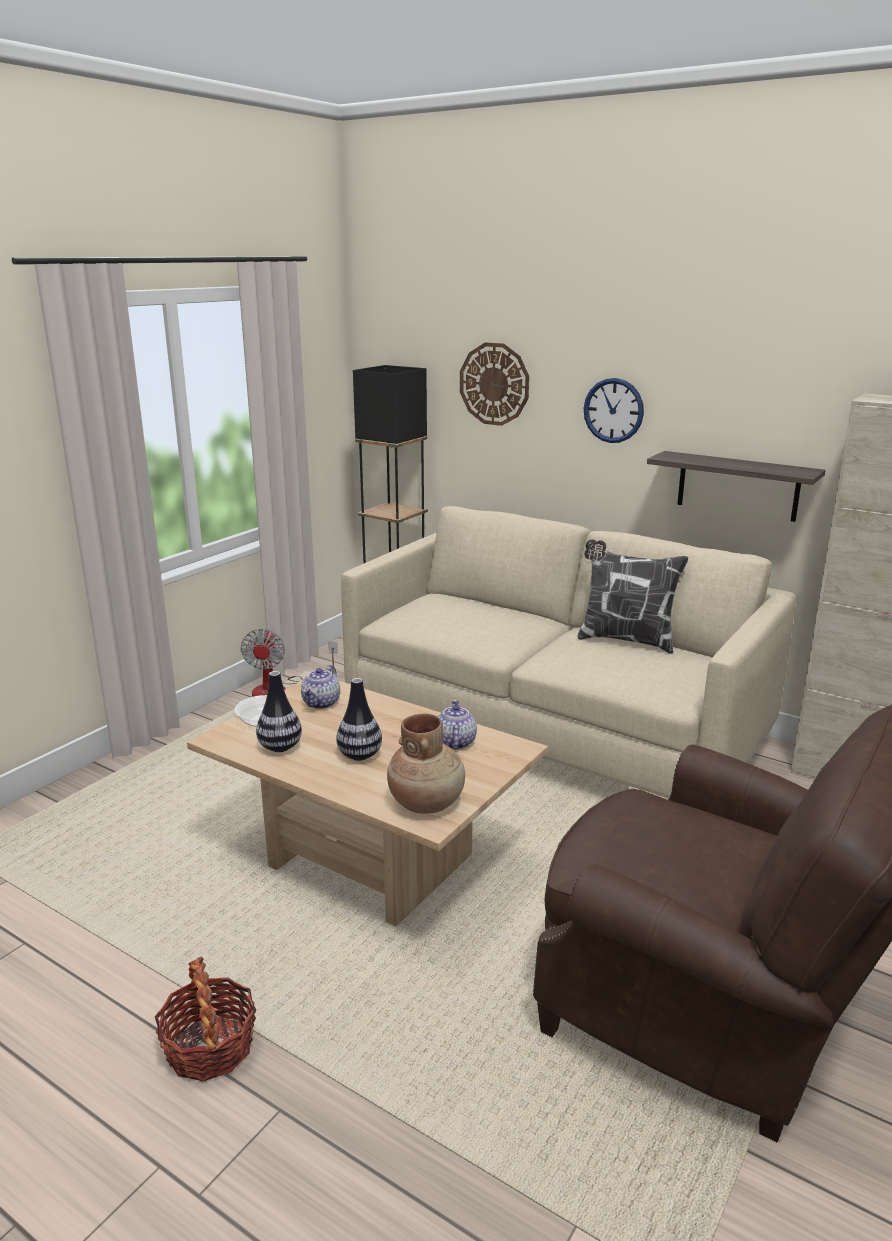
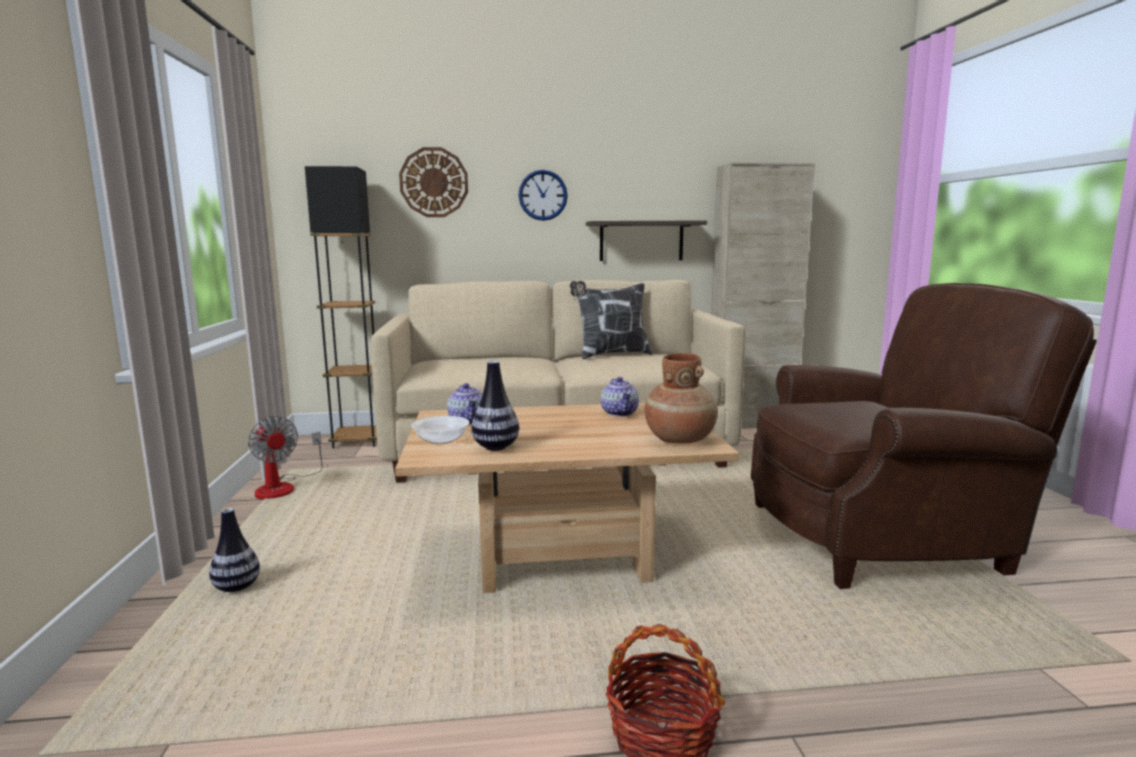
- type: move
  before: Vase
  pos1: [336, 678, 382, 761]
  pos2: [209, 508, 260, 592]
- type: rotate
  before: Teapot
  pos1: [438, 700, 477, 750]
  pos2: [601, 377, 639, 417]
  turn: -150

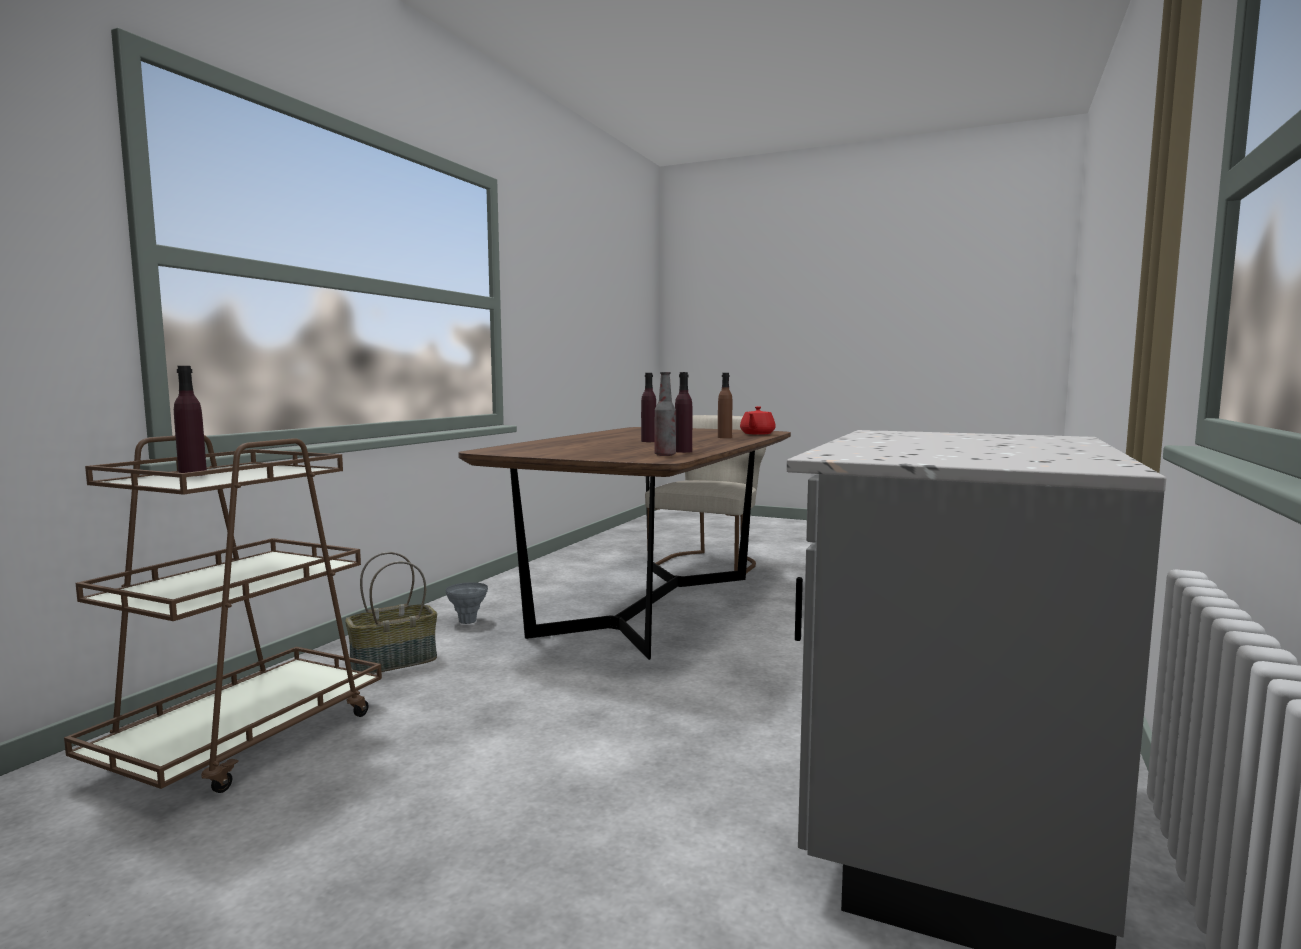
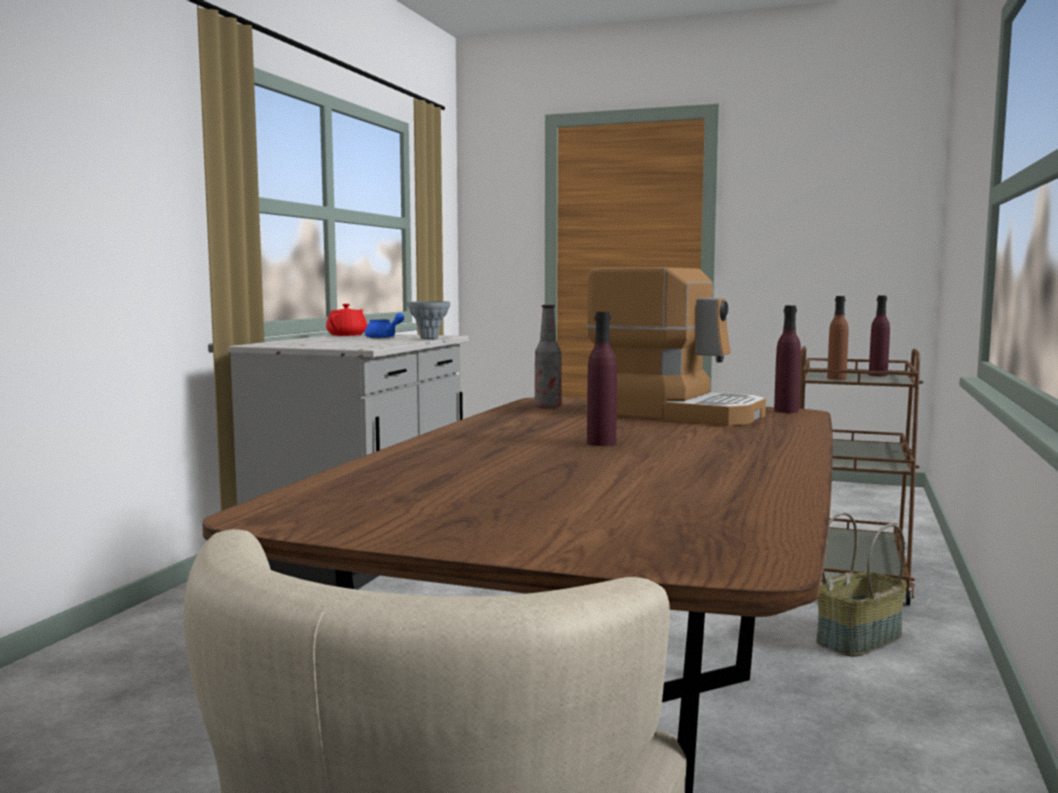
- type: move
  before: PurpleBottle
  pos1: [675, 372, 692, 453]
  pos2: [774, 305, 801, 413]
- type: move
  before: BrownBottle
  pos1: [718, 373, 732, 438]
  pos2: [827, 296, 848, 379]
- type: move
  before: RedTeapot
  pos1: [740, 406, 776, 435]
  pos2: [326, 304, 367, 336]
- type: move
  before: GreyVase
  pos1: [446, 582, 488, 624]
  pos2: [407, 301, 450, 339]
- type: insert
  after: CoffeeMachine
  pos2: [586, 267, 766, 426]
- type: insert
  after: BlueTeapot
  pos2: [365, 313, 404, 338]

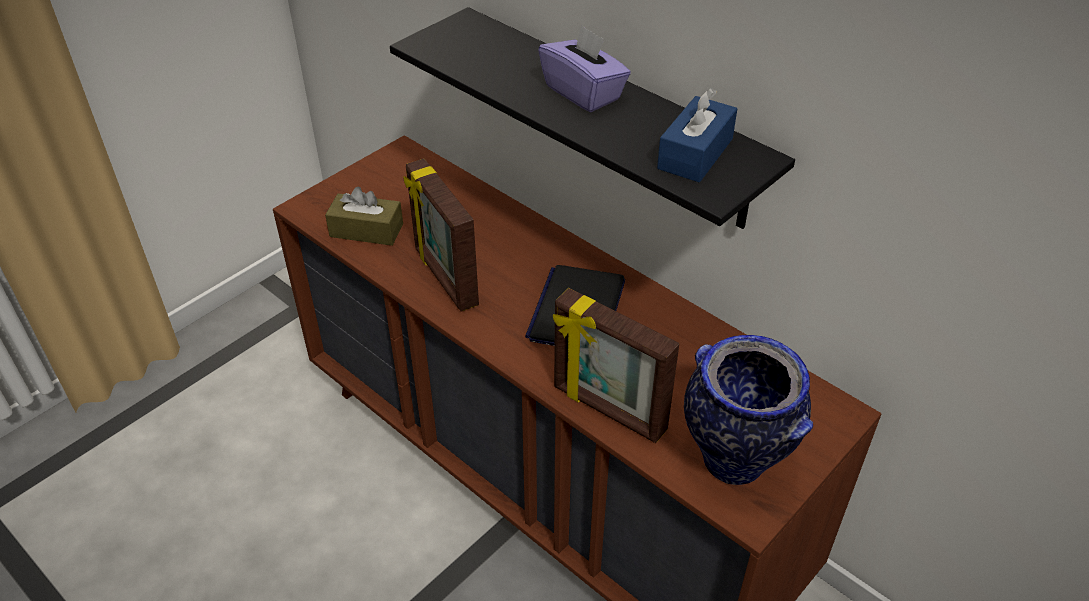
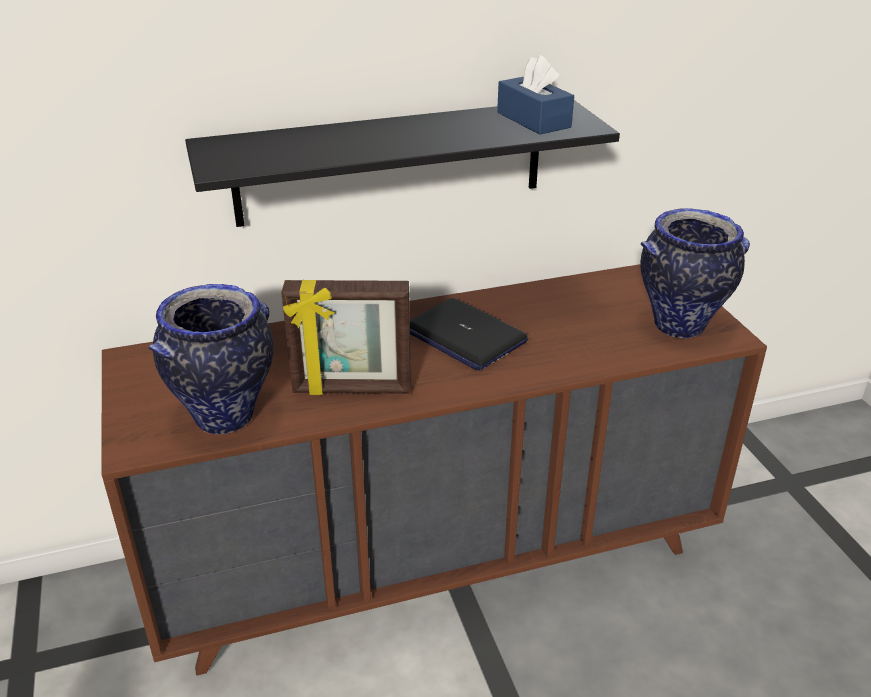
- type: delete
  before: PurpleTissueBox
  pos1: [538, 24, 631, 112]
- type: replace
  before: BrownTissueBox
  after: Vase
  pos1: [325, 187, 403, 246]
  pos2: [148, 284, 274, 434]
- type: delete
  before: PictureFrame
  pos1: [553, 288, 679, 443]

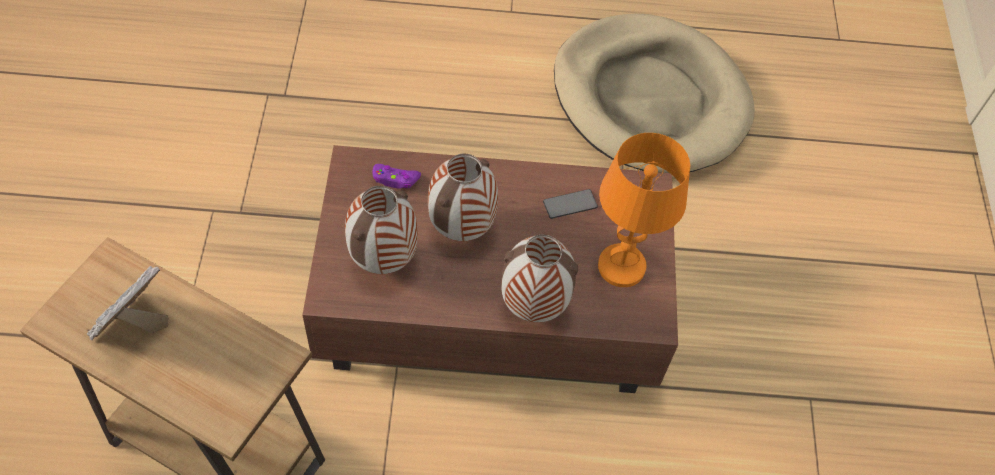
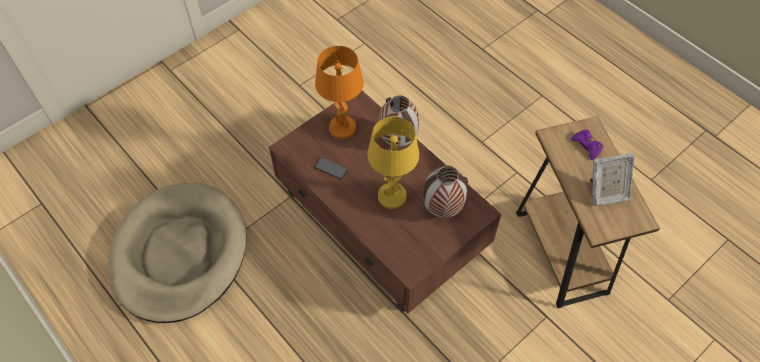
- type: replace
  before: Vase
  after: YellowTableLamp
  pos1: [428, 154, 498, 241]
  pos2: [367, 117, 419, 209]
- type: move
  before: PurpleGameController
  pos1: [373, 164, 421, 189]
  pos2: [571, 130, 604, 160]

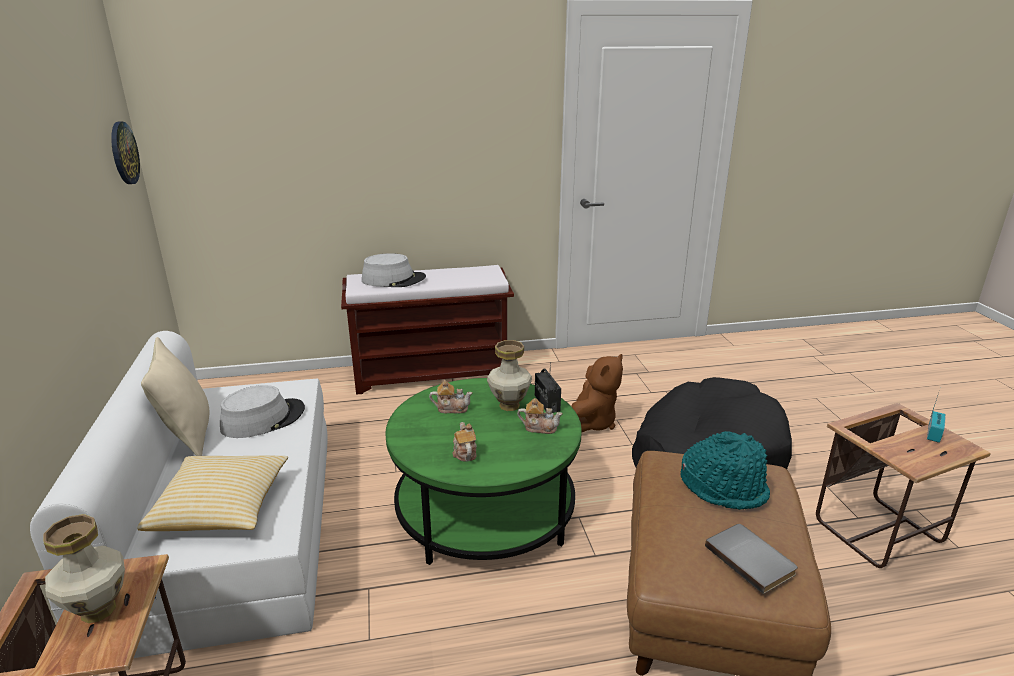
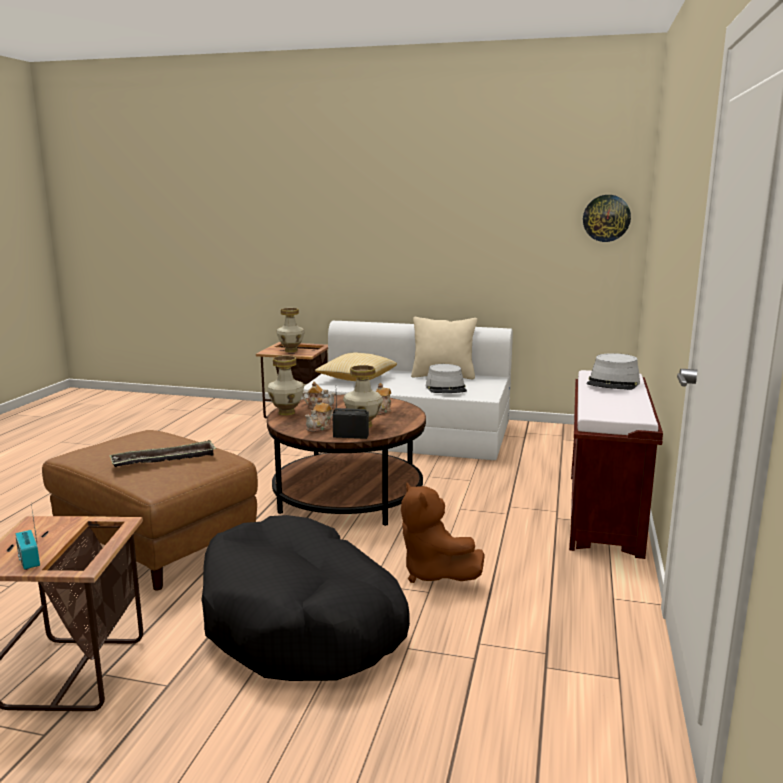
- type: recolor
  before: GreenCoffeeTable
  after: BrownCoffeeTable
  pos1: [385, 378, 582, 565]
  pos2: [267, 394, 426, 526]
- type: replace
  before: TurquoiseHat
  after: Tray
  pos1: [680, 431, 770, 510]
  pos2: [109, 440, 216, 467]
- type: delete
  before: GreyBook
  pos1: [705, 524, 798, 594]
- type: insert
  after: Vase
  pos2: [267, 356, 304, 416]

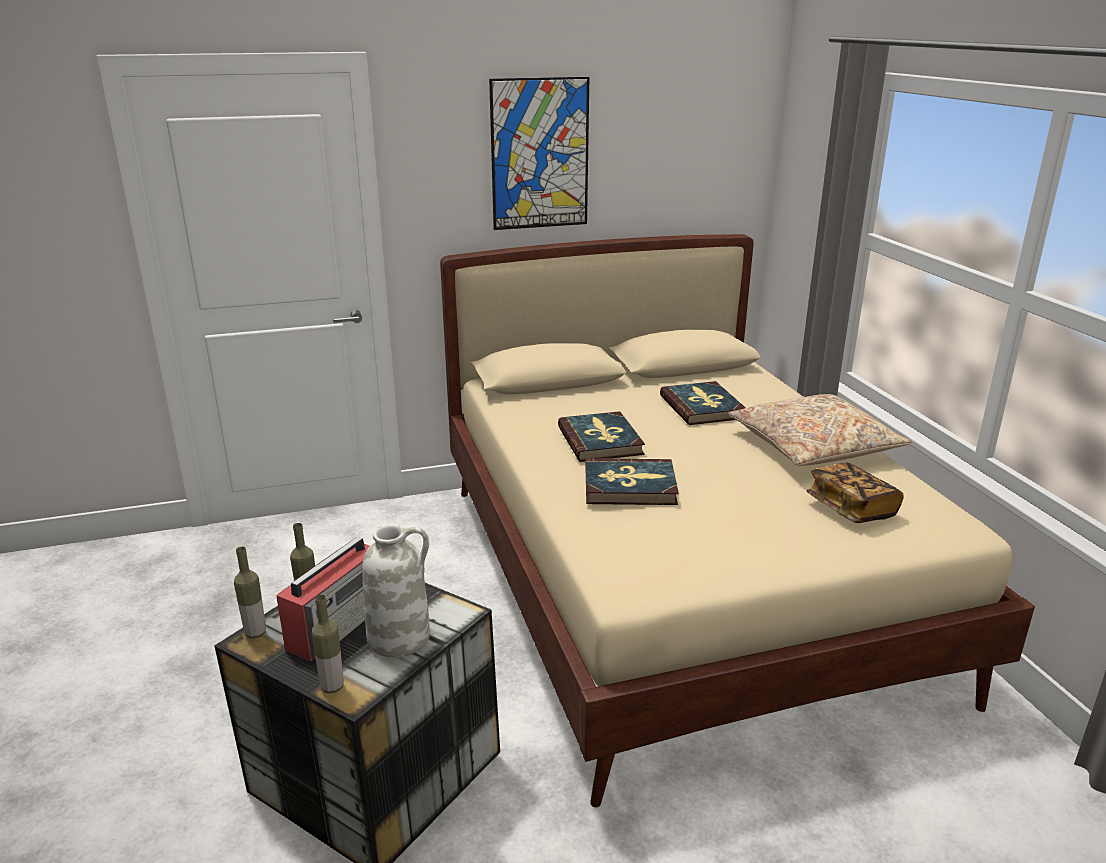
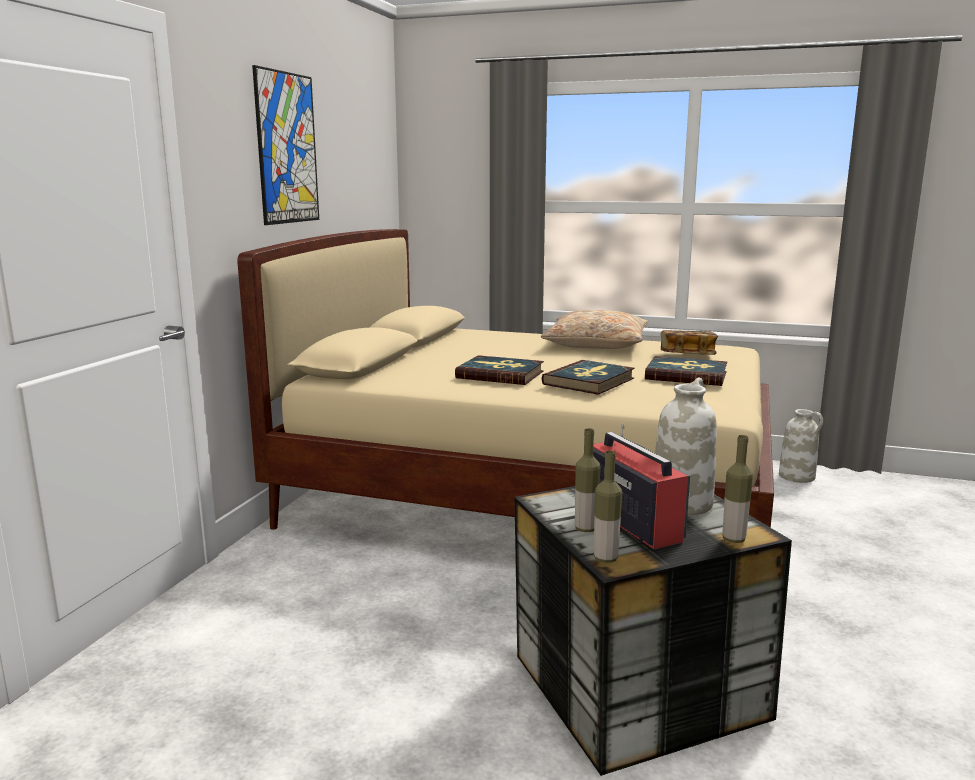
- type: move
  before: Book
  pos1: [660, 381, 746, 425]
  pos2: [645, 356, 727, 386]
- type: insert
  after: WhiteVase
  pos2: [779, 409, 823, 483]

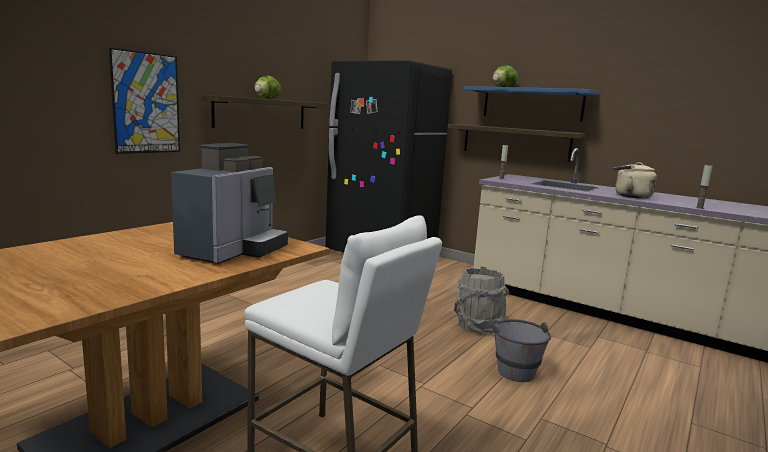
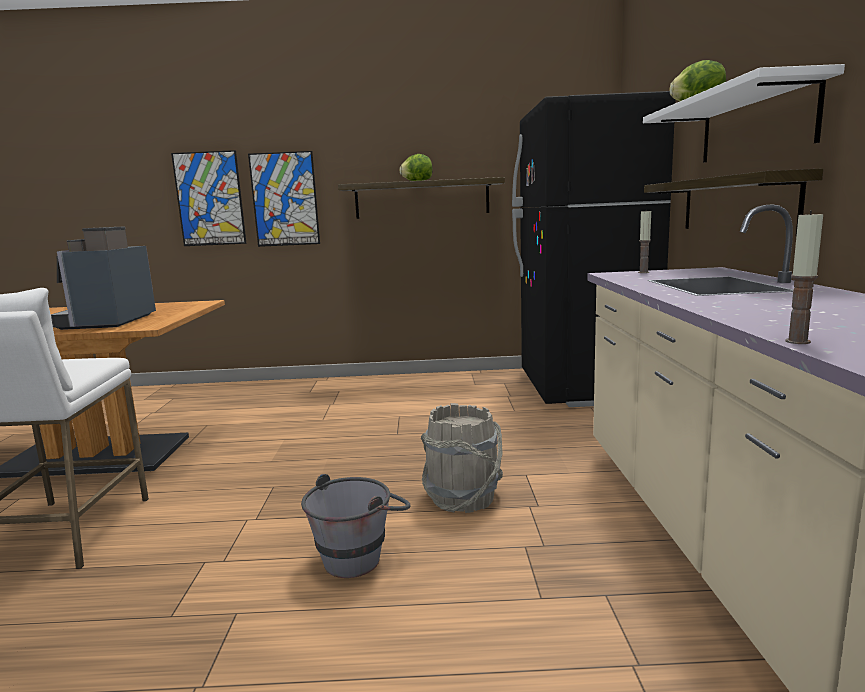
- type: recolor
  before: BlueShelf
  after: WhiteShelf
  pos1: [463, 86, 599, 122]
  pos2: [643, 64, 845, 163]
- type: rotate
  before: CoffeeMachine
  pos1: [171, 143, 288, 264]
  pos2: [51, 226, 156, 330]
  turn: 105
- type: delete
  before: BeigeKettle
  pos1: [613, 162, 657, 199]
- type: insert
  after: Picture
  pos2: [171, 150, 247, 246]

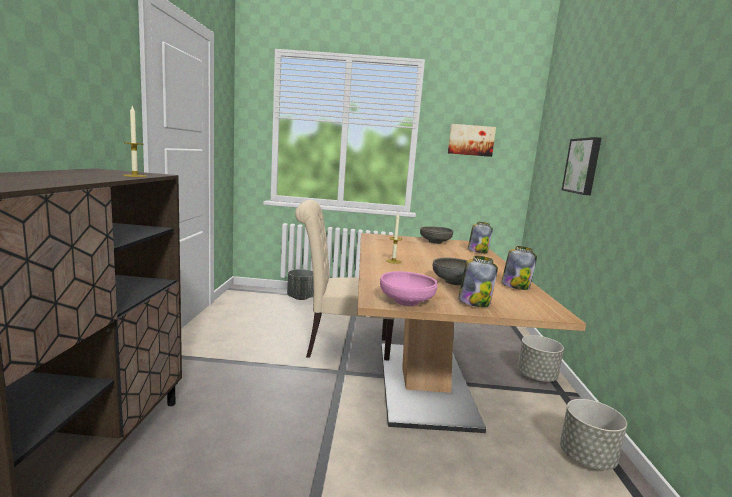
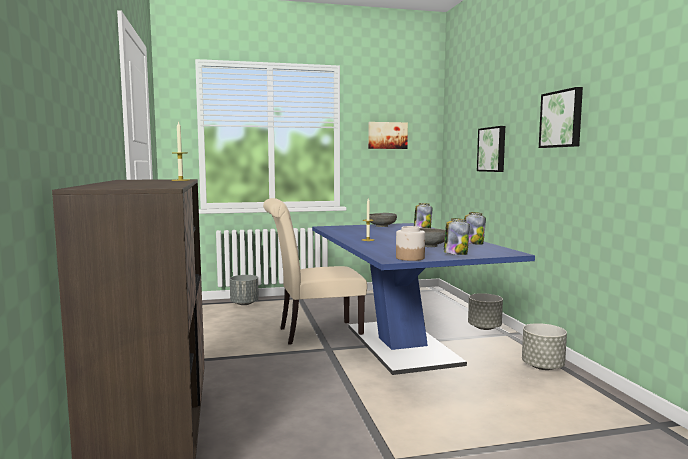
- type: recolor
  before: BrownDiningTable
  after: BlueDiningTable
  pos1: [357, 233, 586, 433]
  pos2: [312, 223, 535, 375]
- type: replace
  before: PinkBowl
  after: Jar
  pos1: [380, 271, 438, 306]
  pos2: [396, 226, 425, 261]
- type: insert
  after: Picture
  pos2: [539, 87, 583, 148]

